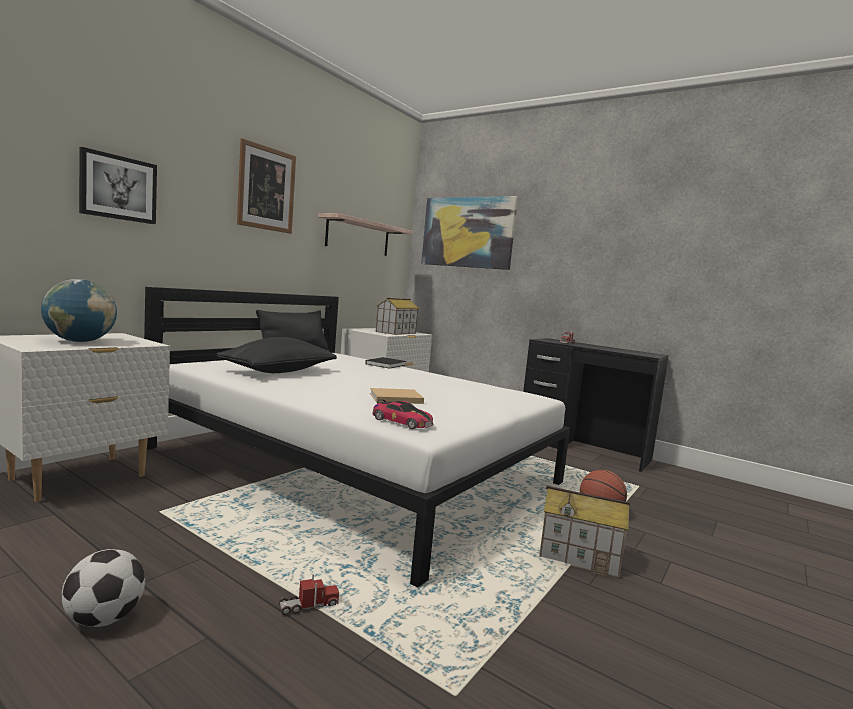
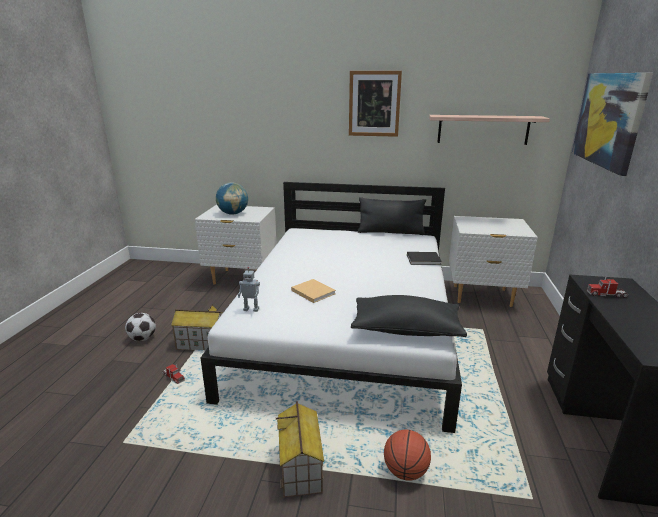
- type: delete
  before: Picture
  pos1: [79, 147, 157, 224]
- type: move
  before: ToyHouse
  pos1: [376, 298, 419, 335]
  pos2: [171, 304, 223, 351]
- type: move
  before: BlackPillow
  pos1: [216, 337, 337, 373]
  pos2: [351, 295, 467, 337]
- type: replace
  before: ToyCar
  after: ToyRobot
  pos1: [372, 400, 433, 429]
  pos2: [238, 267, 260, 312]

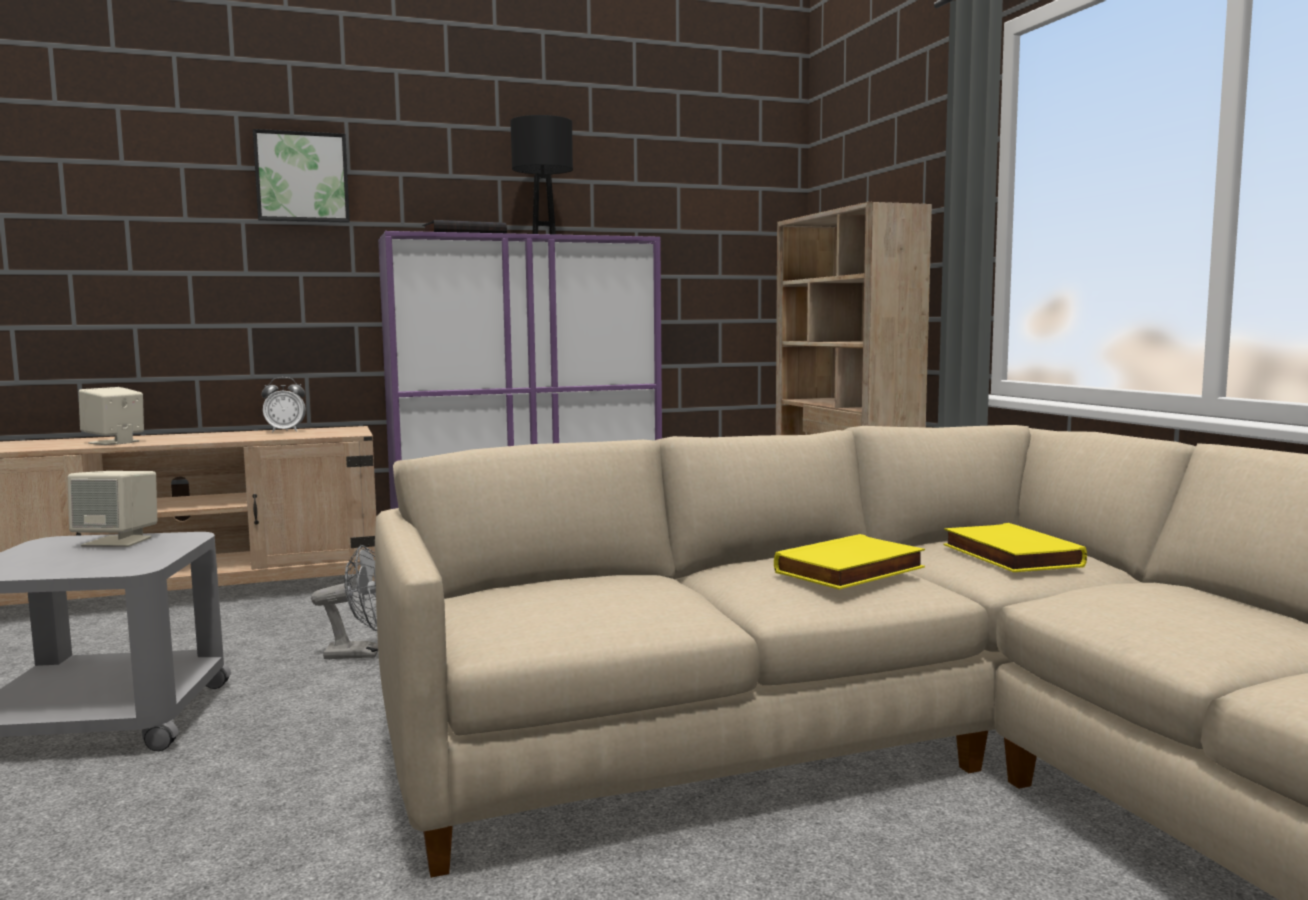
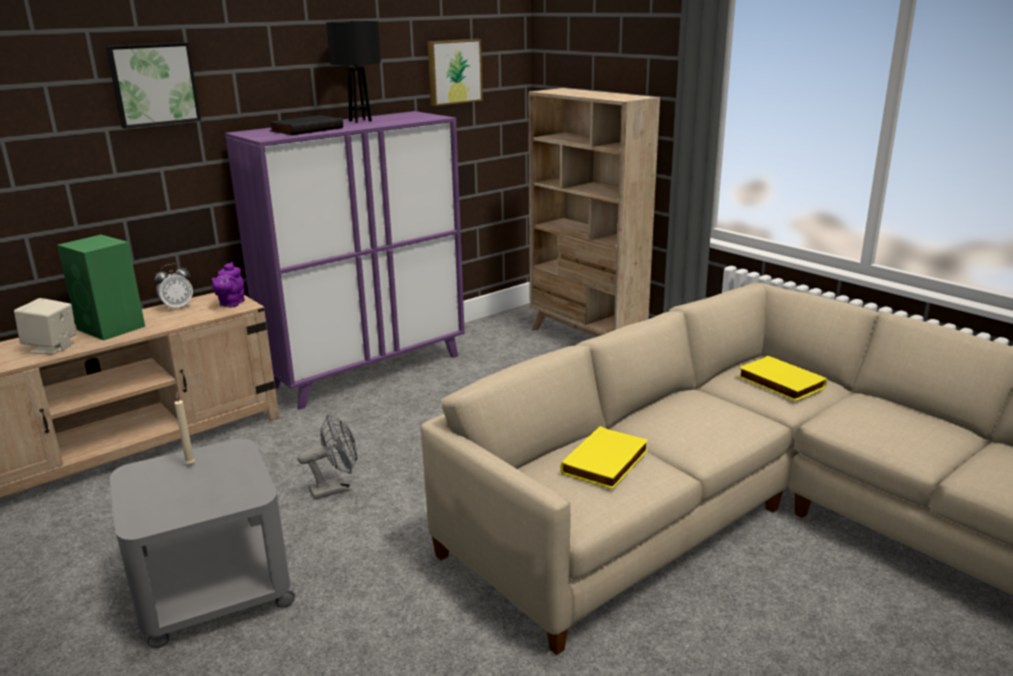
- type: replace
  before: BeigeSpeaker
  after: BeigeCandle
  pos1: [68, 471, 157, 547]
  pos2: [174, 391, 195, 465]
- type: move
  before: YellowBook
  pos1: [774, 534, 925, 589]
  pos2: [560, 426, 648, 489]
- type: insert
  after: Picture
  pos2: [428, 39, 483, 106]
- type: insert
  after: GreenSpeaker
  pos2: [57, 235, 145, 341]
- type: insert
  after: PurpleTeapot
  pos2: [211, 262, 245, 307]

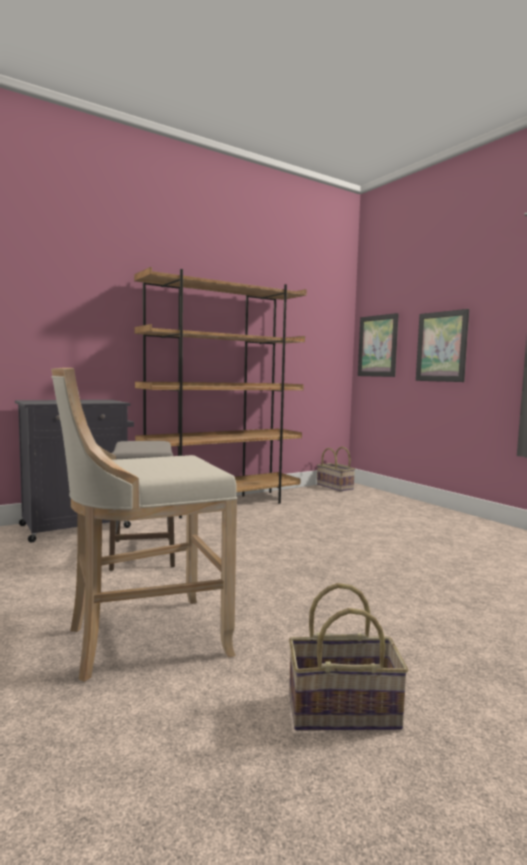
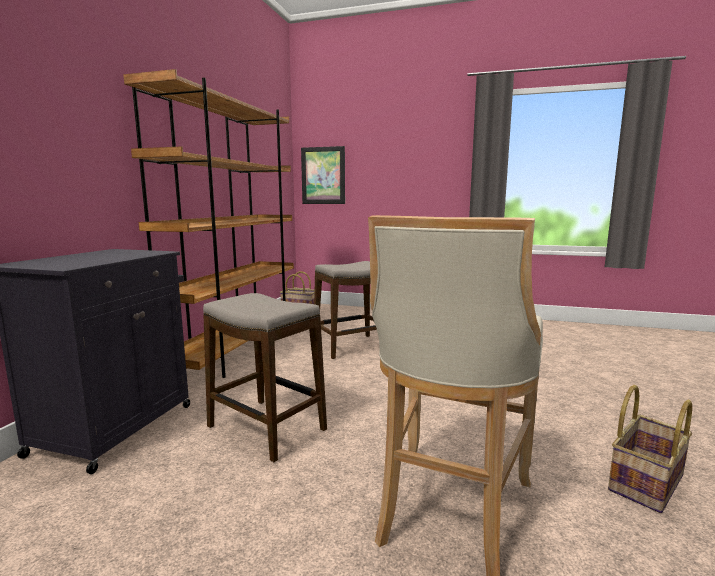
- type: delete
  before: Picture
  pos1: [416, 309, 469, 382]
- type: insert
  after: Stool
  pos2: [314, 261, 377, 359]

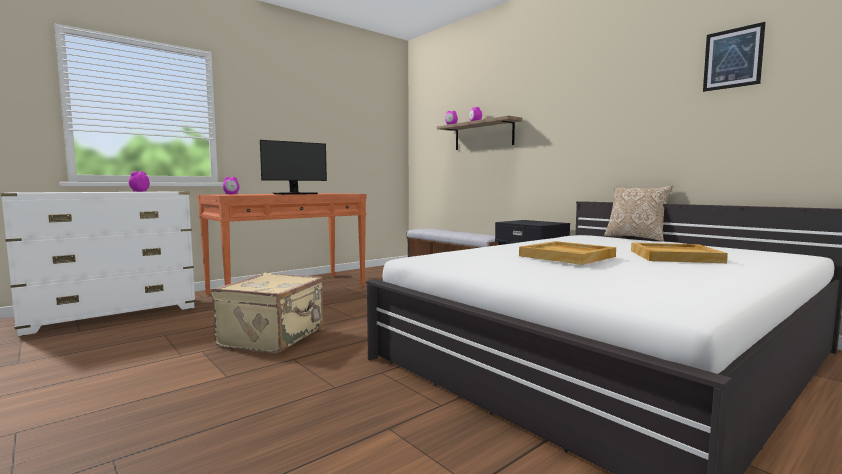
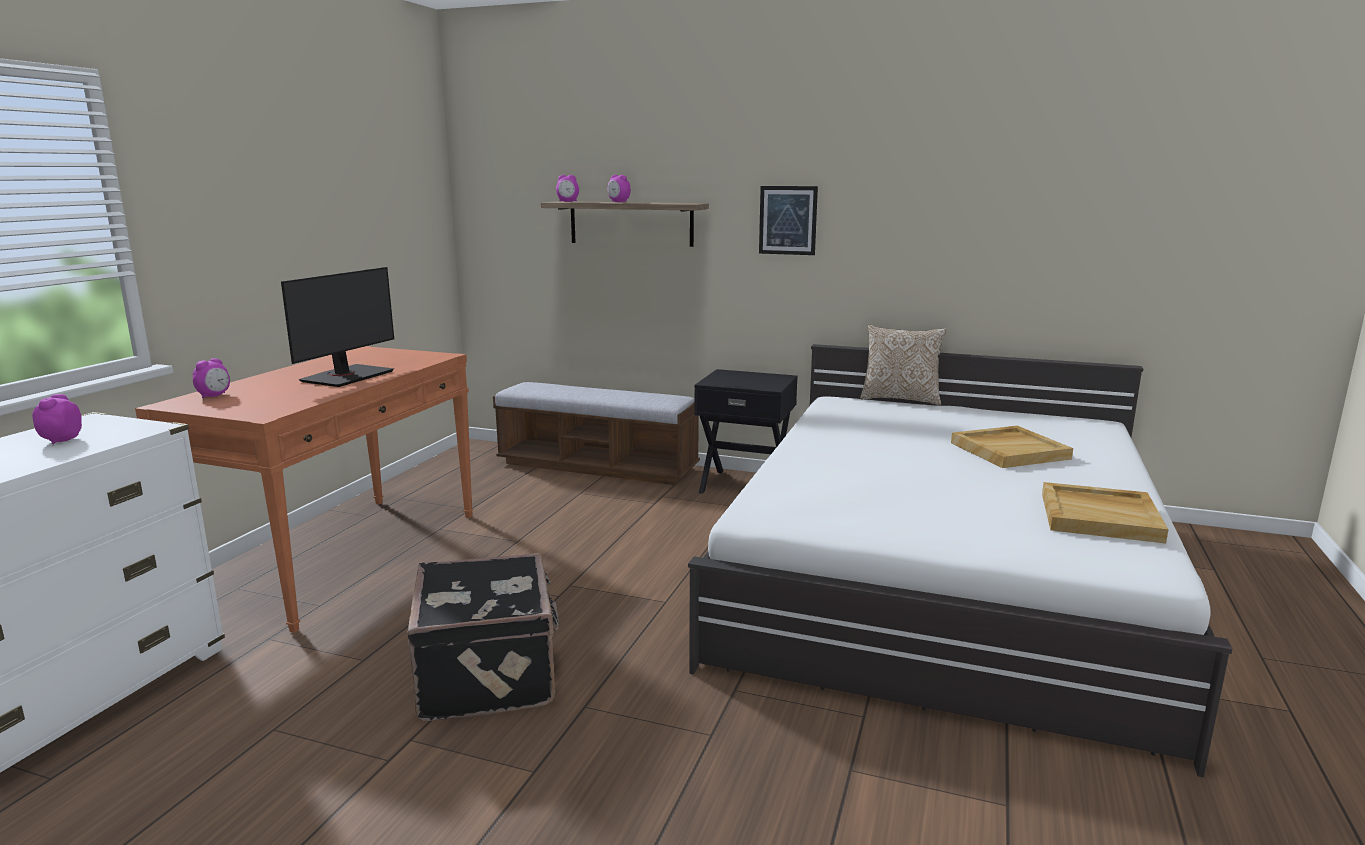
- type: move
  before: Picture
  pos1: [703, 22, 765, 92]
  pos2: [759, 186, 818, 255]
- type: move
  before: BeigeTray
  pos1: [519, 241, 616, 265]
  pos2: [1042, 482, 1169, 543]
- type: recolor
  before: BeigeSuitcase
  after: BlackSuitcase
  pos1: [211, 273, 324, 354]
  pos2: [407, 553, 559, 721]

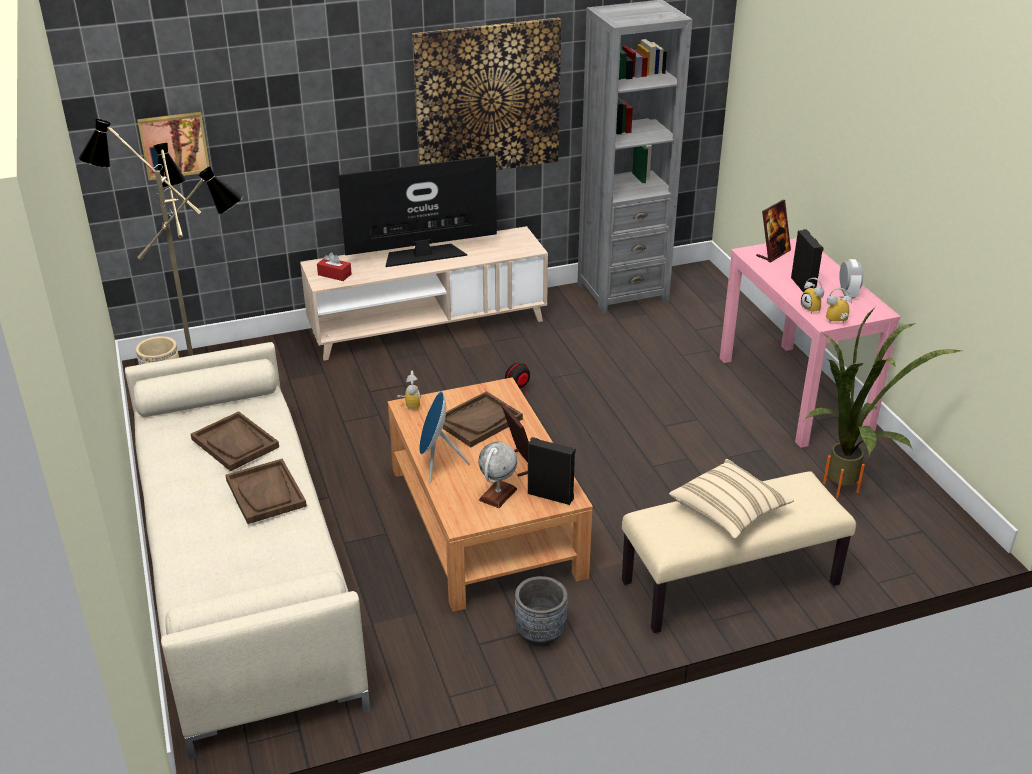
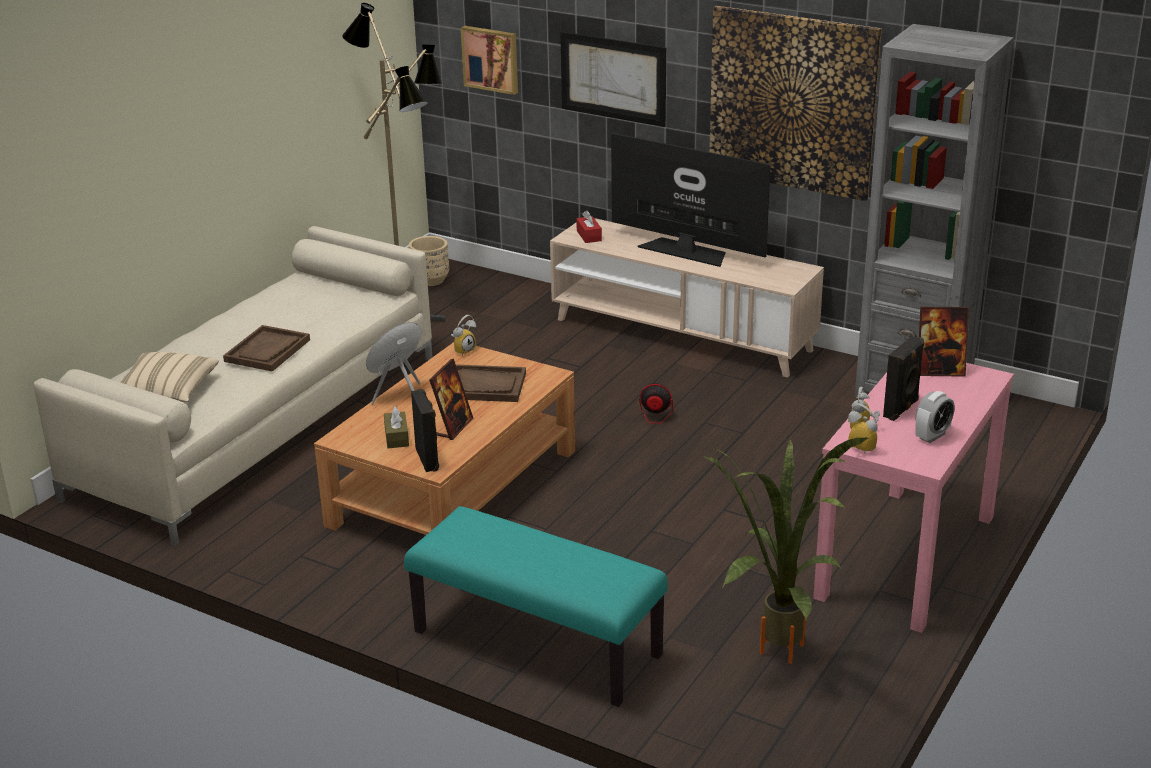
- type: delete
  before: BrownTray
  pos1: [191, 411, 279, 471]
- type: replace
  before: Globe
  after: BrownTissueBox
  pos1: [478, 442, 517, 508]
  pos2: [384, 407, 409, 448]
- type: move
  before: BeigePillow
  pos1: [669, 459, 794, 539]
  pos2: [120, 352, 219, 402]
- type: recolor
  before: BeigeBench
  after: TurquoiseBench
  pos1: [622, 471, 856, 633]
  pos2: [404, 506, 668, 707]
- type: delete
  before: GreyPlanter
  pos1: [515, 576, 568, 647]
- type: insert
  after: Picture
  pos2: [560, 32, 666, 127]

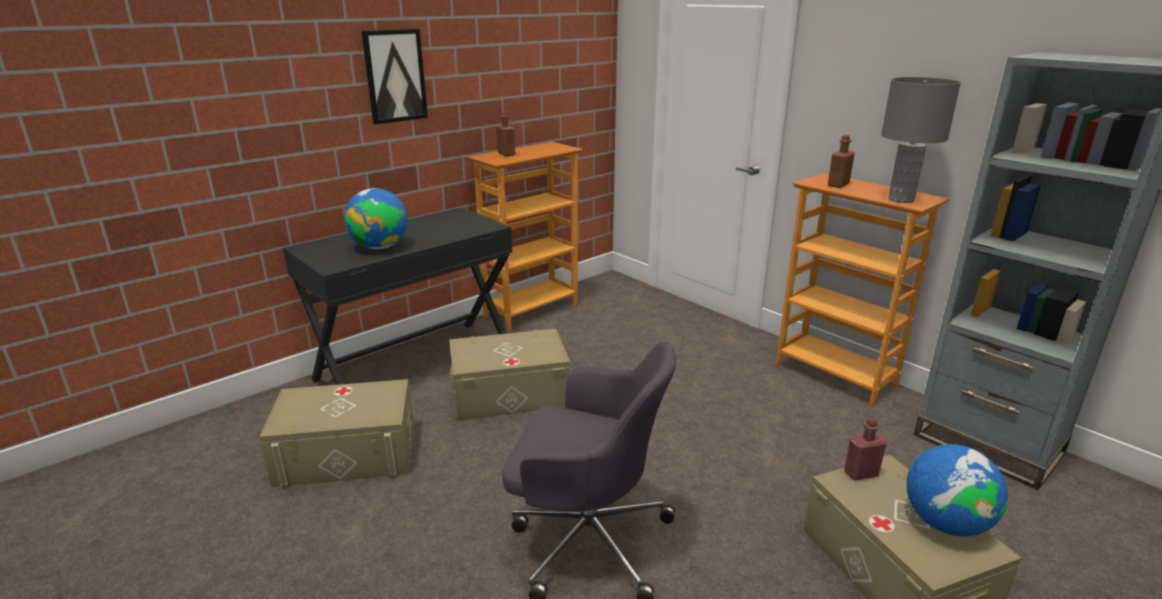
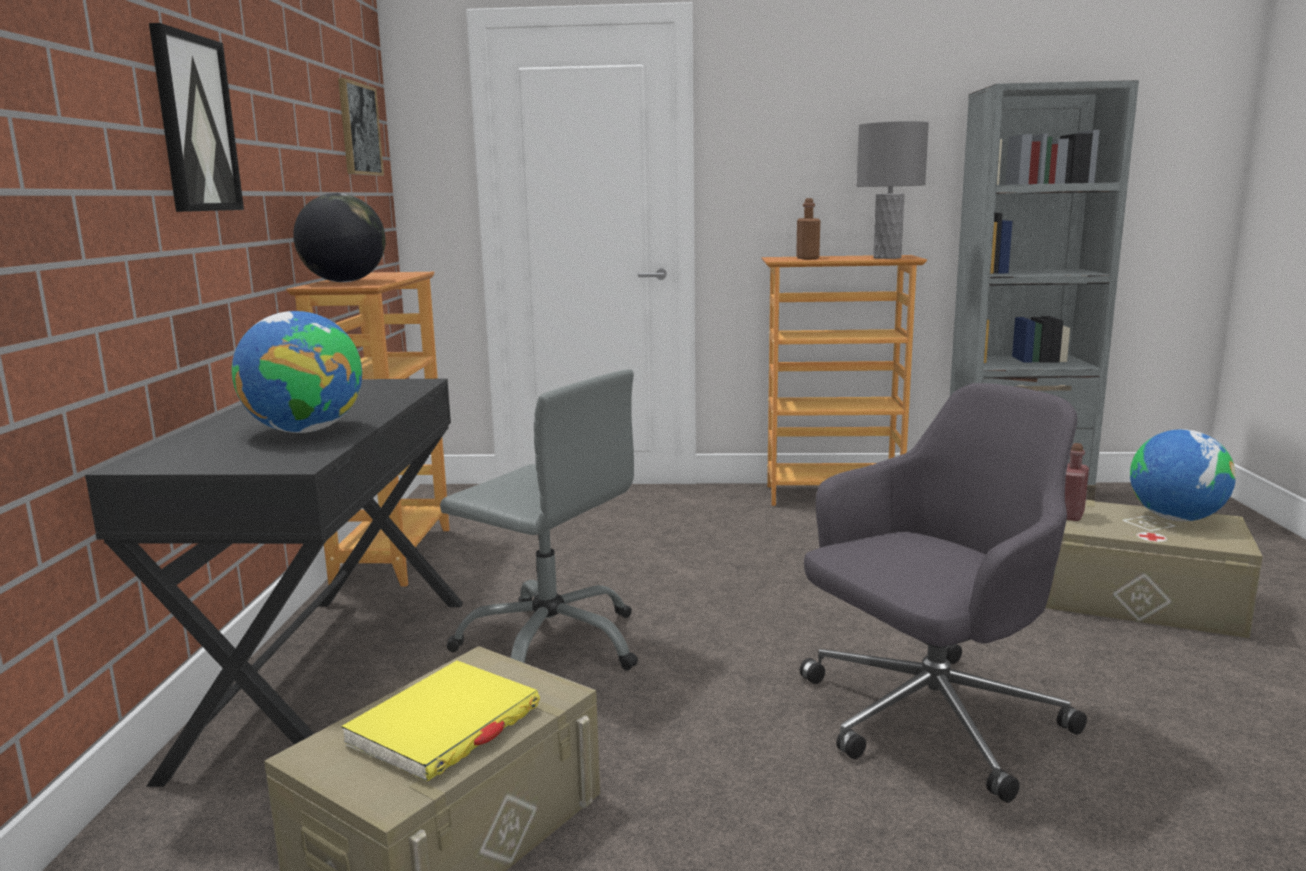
- type: replace
  before: BrownBottle
  after: Globe
  pos1: [496, 111, 515, 156]
  pos2: [293, 193, 386, 282]
- type: replace
  before: BeigeStorageBox
  after: GreyOfficeChair
  pos1: [449, 329, 570, 421]
  pos2: [440, 369, 638, 671]
- type: insert
  after: Picture
  pos2: [338, 78, 384, 176]
- type: insert
  after: YellowBook
  pos2: [341, 661, 540, 782]

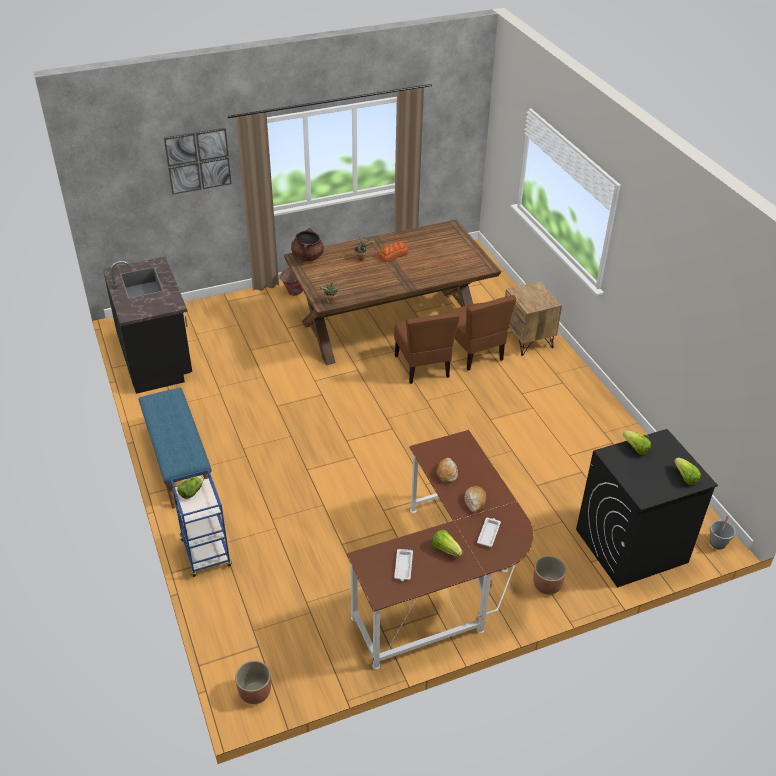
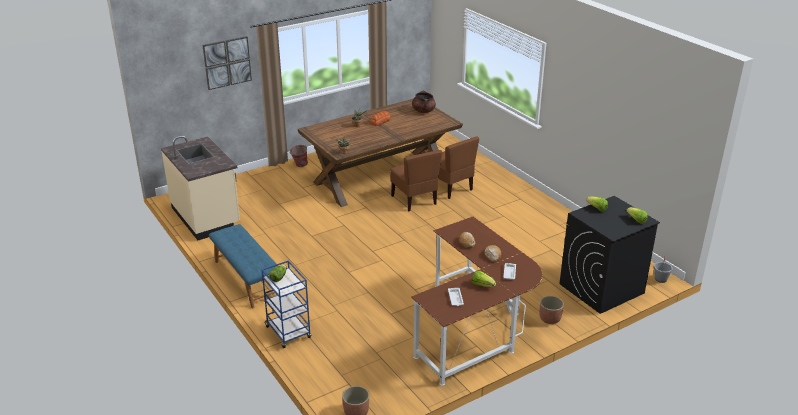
- type: move
  before: BrownCookingPot
  pos1: [291, 228, 324, 261]
  pos2: [412, 91, 436, 113]
- type: recolor
  before: BlackCounter
  after: BeigeCounter
  pos1: [103, 257, 192, 394]
  pos2: [161, 136, 240, 240]
- type: delete
  before: BrownNightstand
  pos1: [505, 281, 562, 356]

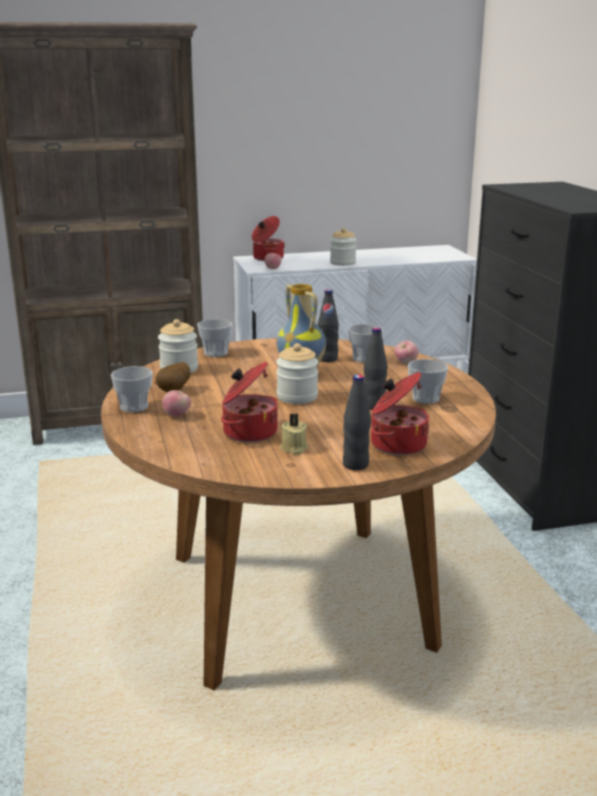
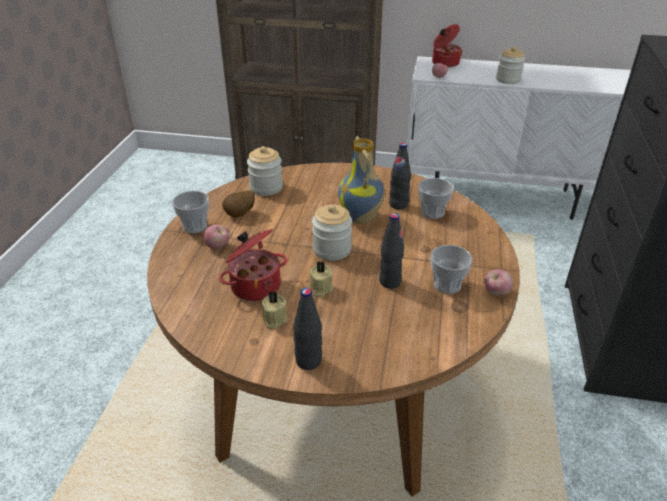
- type: delete
  before: Cup
  pos1: [197, 319, 233, 357]
- type: move
  before: Apple
  pos1: [394, 341, 419, 364]
  pos2: [484, 269, 513, 296]
- type: delete
  before: CookingPot
  pos1: [371, 372, 429, 455]
- type: insert
  after: BeigeCandle
  pos2: [309, 261, 333, 297]

